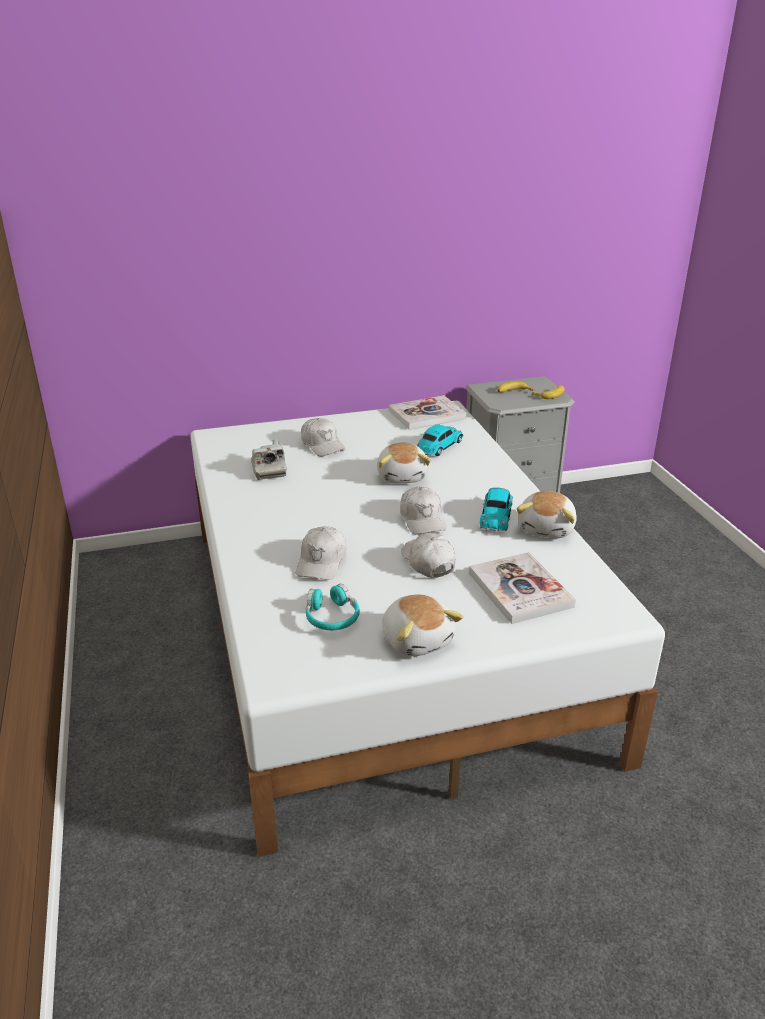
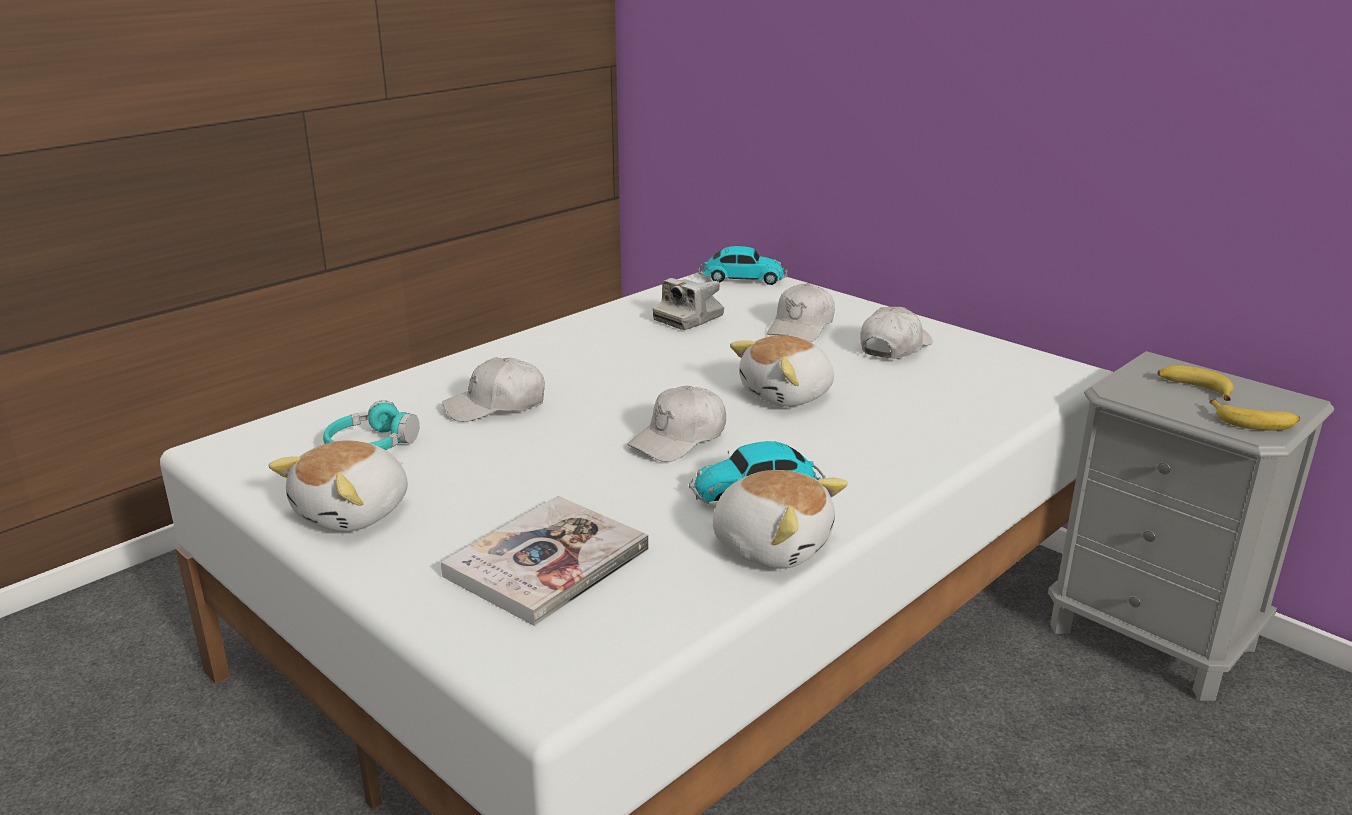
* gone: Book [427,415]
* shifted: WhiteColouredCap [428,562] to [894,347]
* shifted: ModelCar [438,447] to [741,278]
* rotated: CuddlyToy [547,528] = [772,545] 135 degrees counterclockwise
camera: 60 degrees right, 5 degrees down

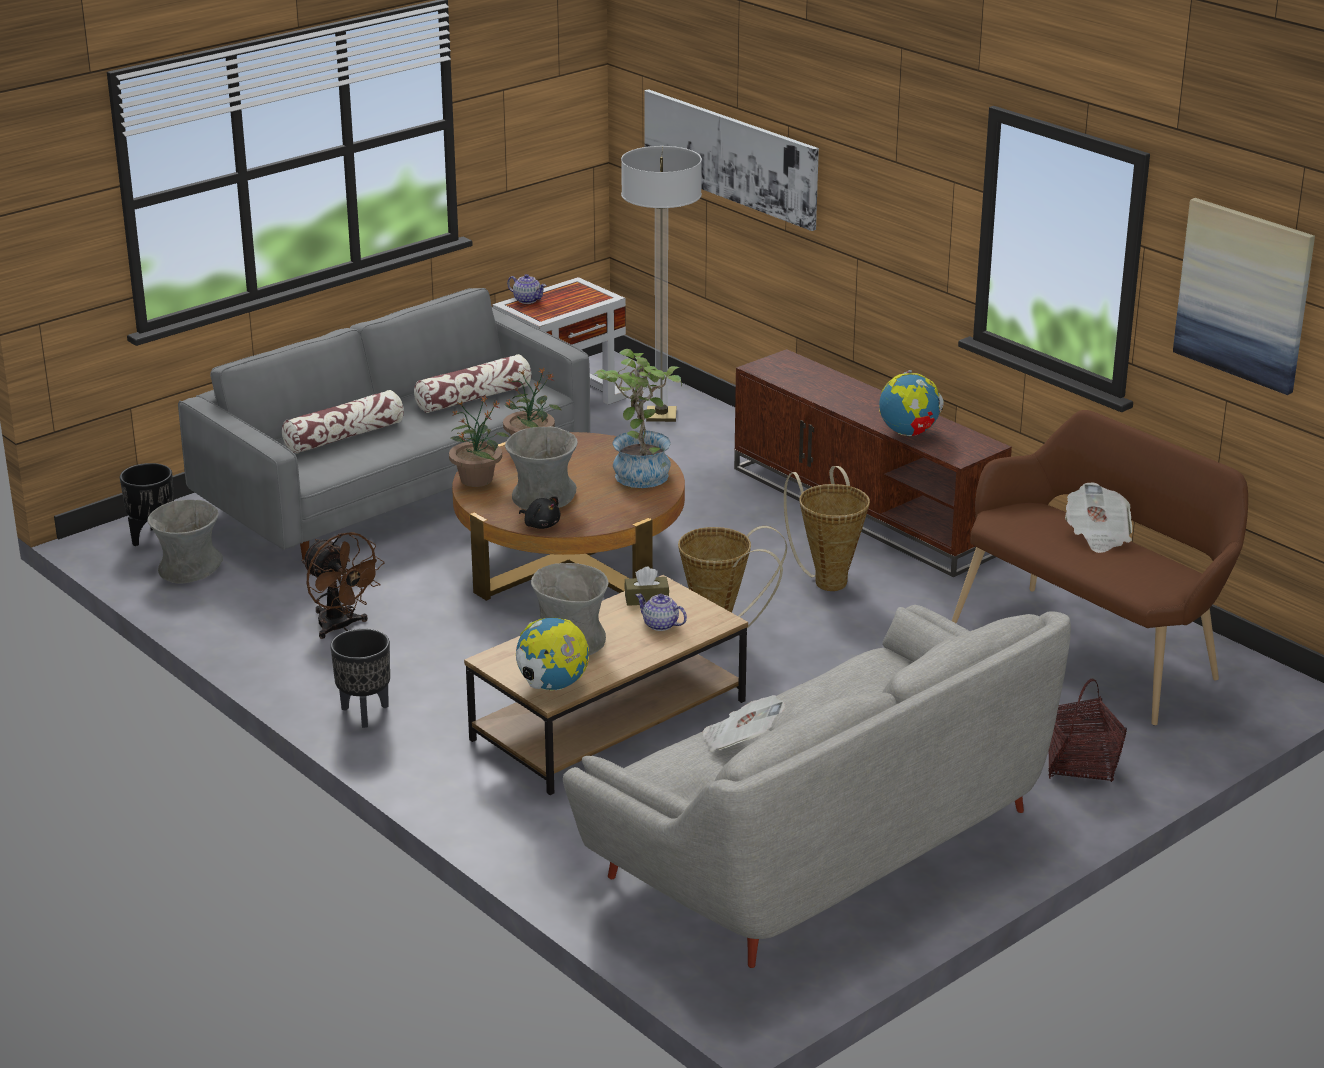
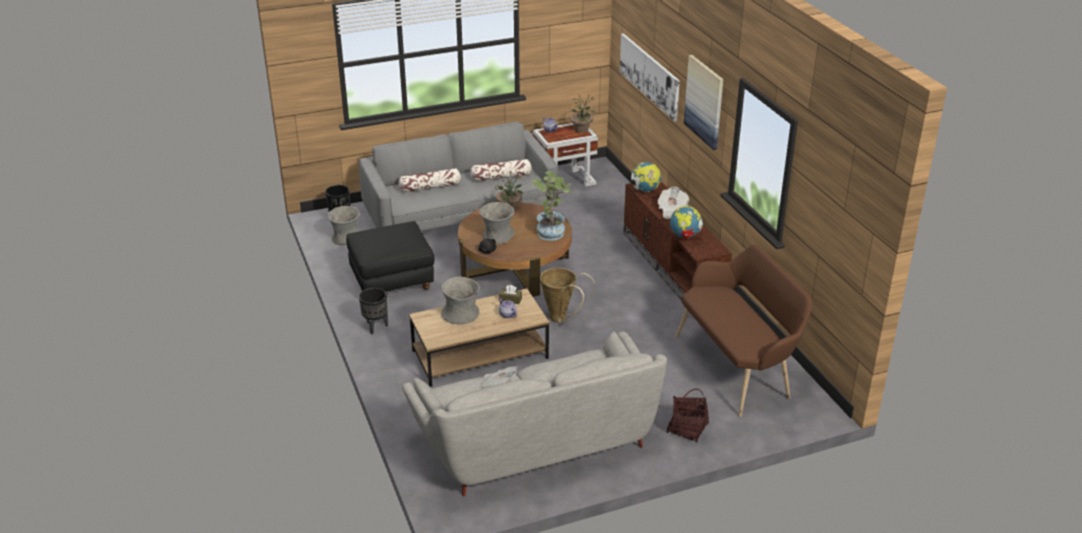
* gone: FloorLamp [661,415]
* gone: HouseholdBasket [828,580]
* shifted: PottedPlant [477,479] to [581,129]
* shifted: WorldGlobe [552,686] to [645,190]
* shifted: DailyPaper [1097,535] to [672,211]
* shifted: WallPicture [1244,294] to [704,101]
* swapped: BrownColouredElectricFan [341,627] to BlackishPouffe [392,281]
camera: 20 degrees right, 5 degrees up

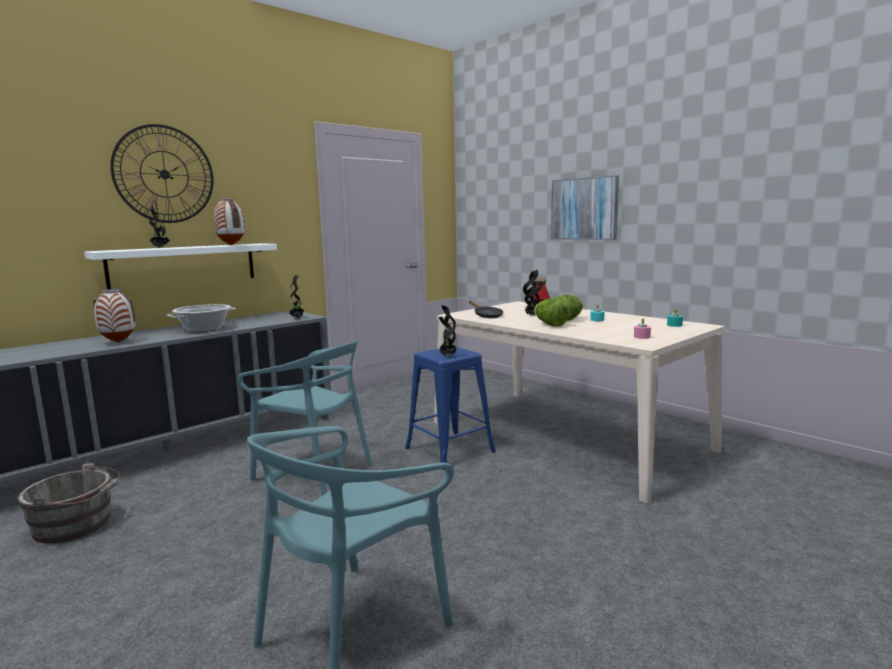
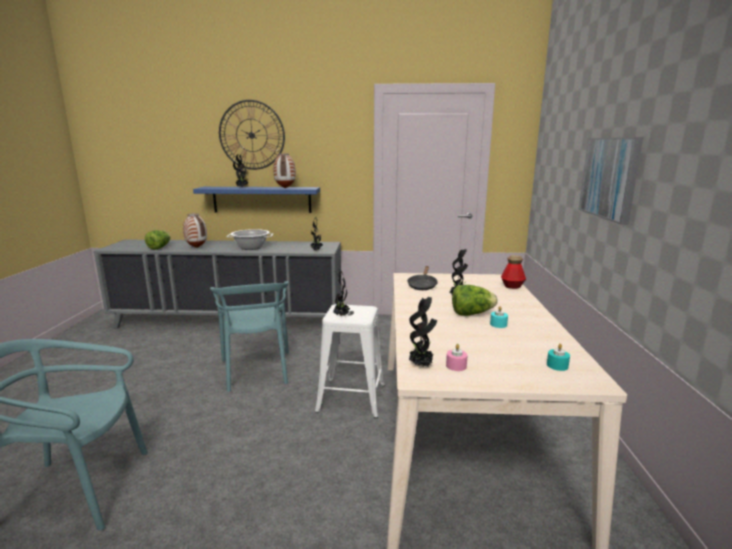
* gone: GreyishWaterBucket [77,524]
* new: PottedPlant [421,366]
* shifted: LettuceHead [550,325] to [159,247]
* repainted: WhiteColouredShelf [184,265] to BluishShelf [262,199]
* repainted: BluishSittingStool [449,449] to WhiteColouredSittingStool [351,397]
camera: 45 degrees right, 5 degrees up

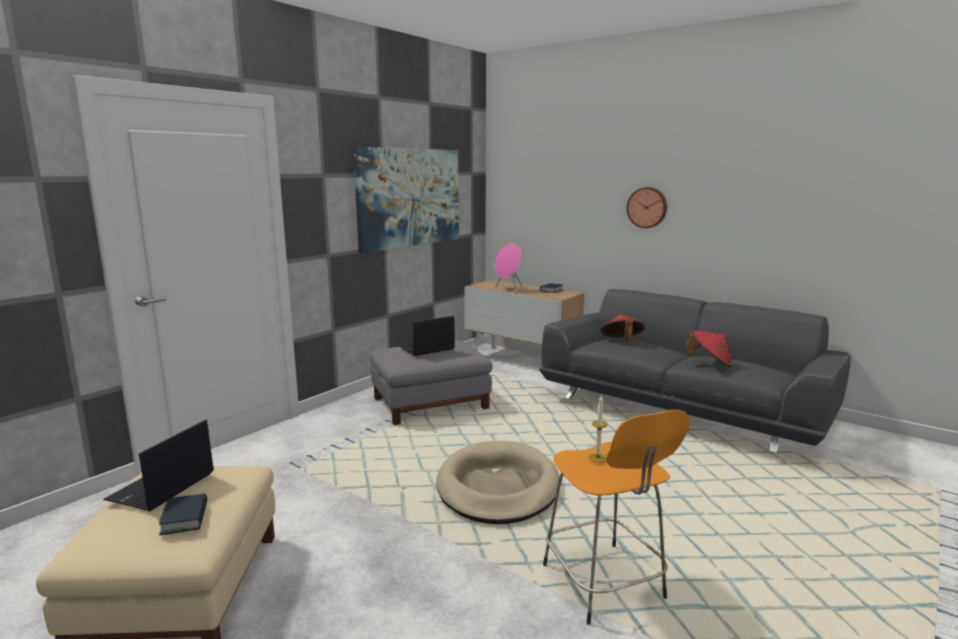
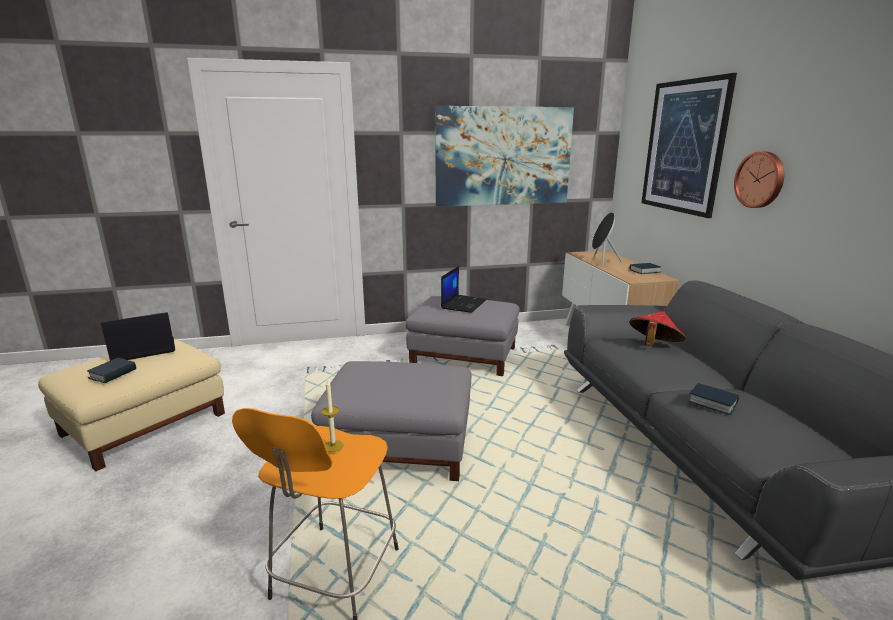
* new: WallPicture [684,147]
* swapped: BeigeColouredDogBed [497,487] to GreyishPouffe [398,446]
* swapped: ReddishWearableHat [710,363] to Book [712,402]
* repainted: PinkLoudspeaker [509,289] to BlackishLoudspeaker [601,262]
* rotated: NotebookComputer [427,348] = [463,304] 105 degrees clockwise
camera: 40 degrees right, 5 degrees up

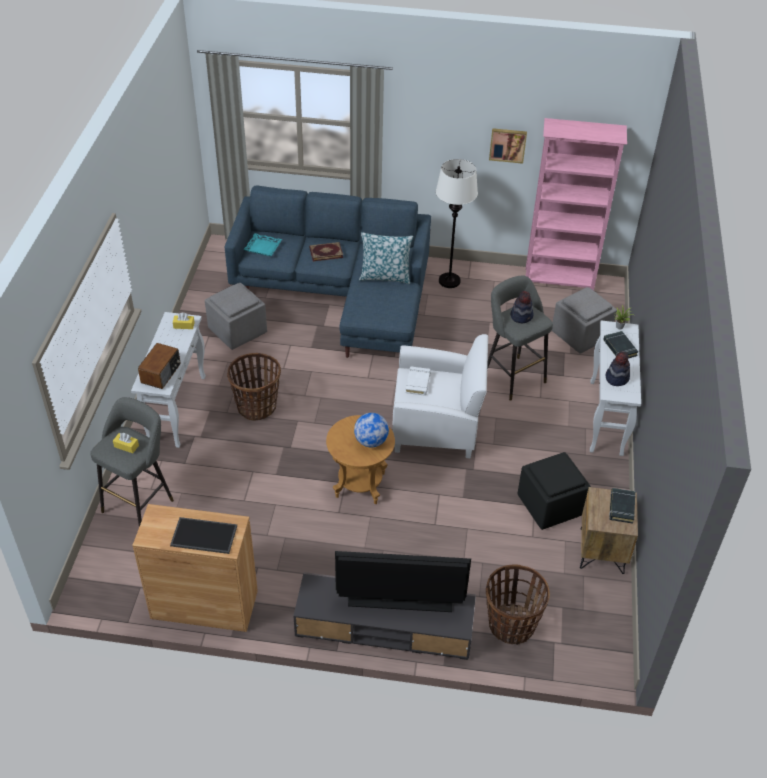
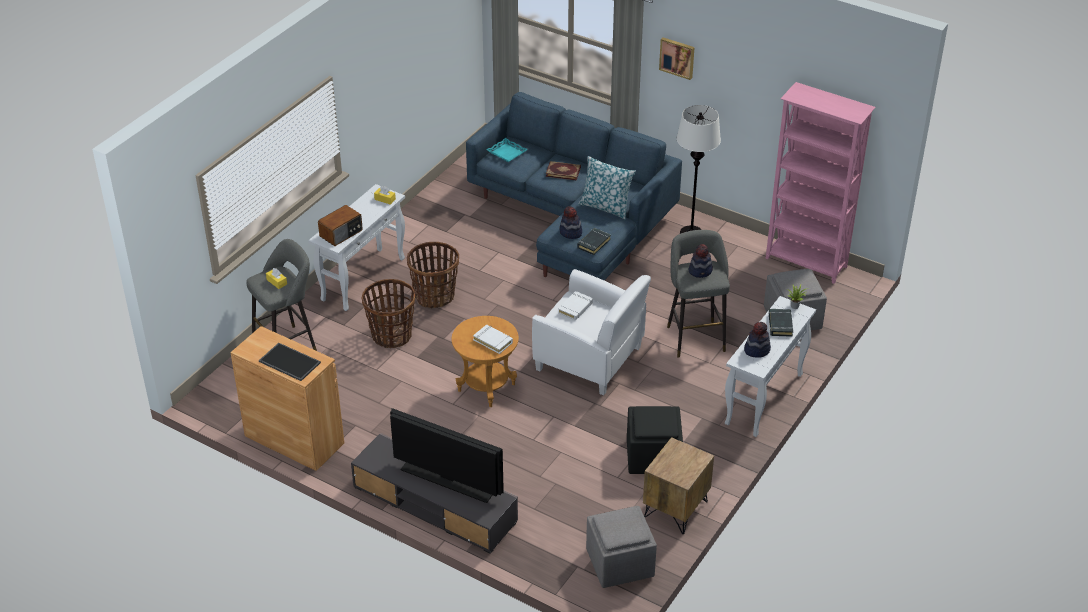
* new: WearableHat [570,232]
* shifted: GreyishPouffe [237,331] to [619,563]
* shifted: HouseholdBasket [511,625] to [391,335]
* shifted: WallPicture [507,144] to [677,57]
* shifted: BlackishBook [621,507] to [593,243]
* swapped: WorldGlobe [371,441] to WhiteColouredBook [493,341]
camera: 25 degrees right, 5 degrees down

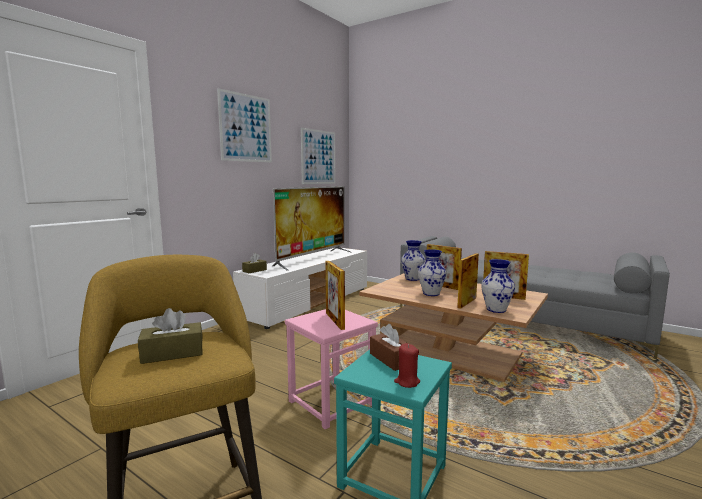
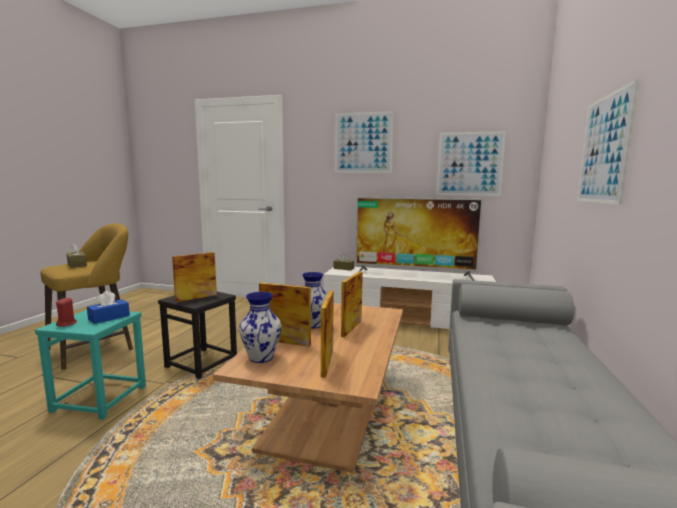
* gone: FlowerVase [412,279]
* new: WallPicture [604,149]
* repainted: PinkSittingStool [331,402] to BlackishSittingStool [202,363]
* repainted: BrownColouredTissueBox [391,359] to BluishTissueBox [109,317]
camera: 70 degrees right, 0 degrees up

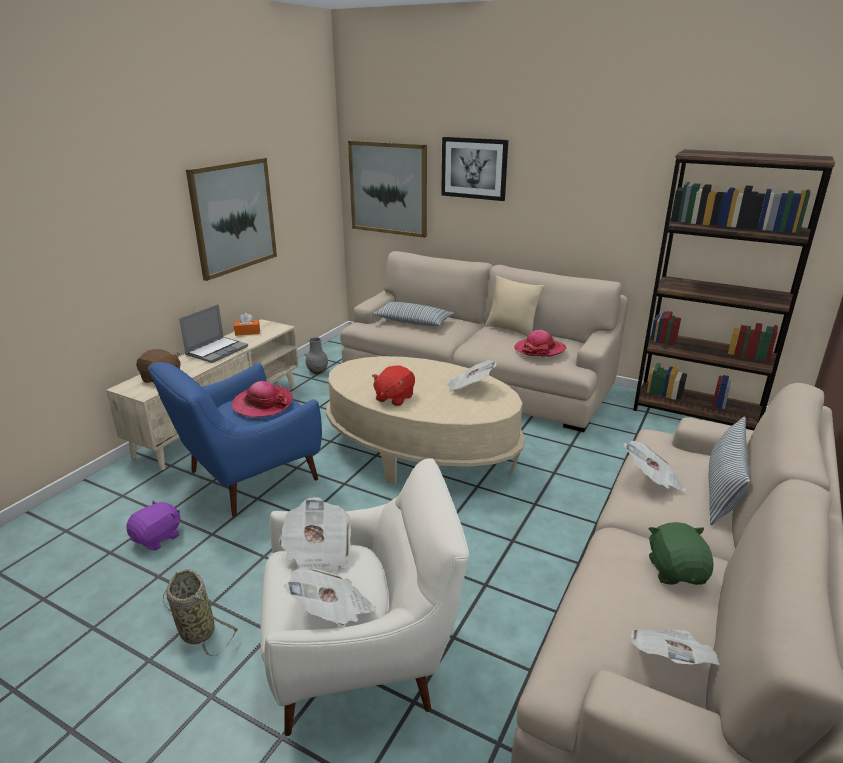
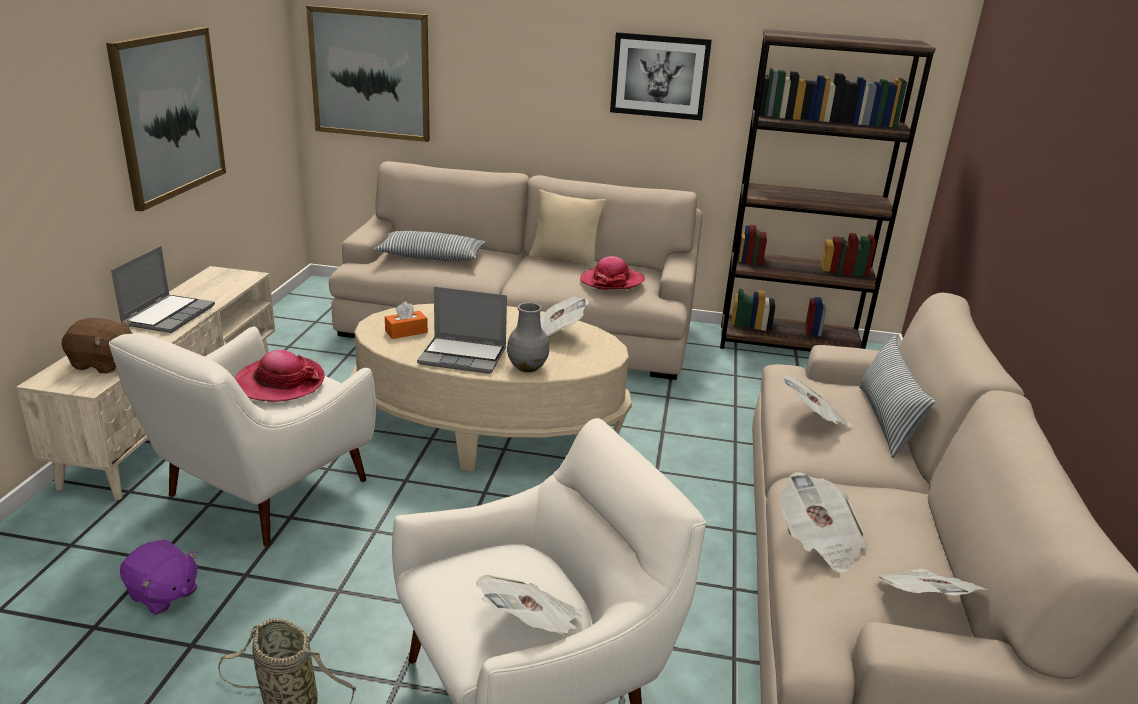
* gone: GreenishCuddlyToy [676,571]
* shifted: OrangeyTissueBox [247,332] to [406,332]
* shifted: DailyPaper [317,555] to [819,542]
* shifted: GreyishFlowerVase [317,371] to [526,367]
* shifted: WallPicture [474,168] to [659,76]
* swapped: ReddishCuddlyToy [394,398] to NotebookComputer [464,356]
* repainted: BluishEasyChair [247,478] to WhiteColouredEasyChair [261,493]
* rotated: PurpleCuddlyToy [158,538] = [163,594] 105 degrees clockwise
camera: 20 degrees left, 0 degrees up

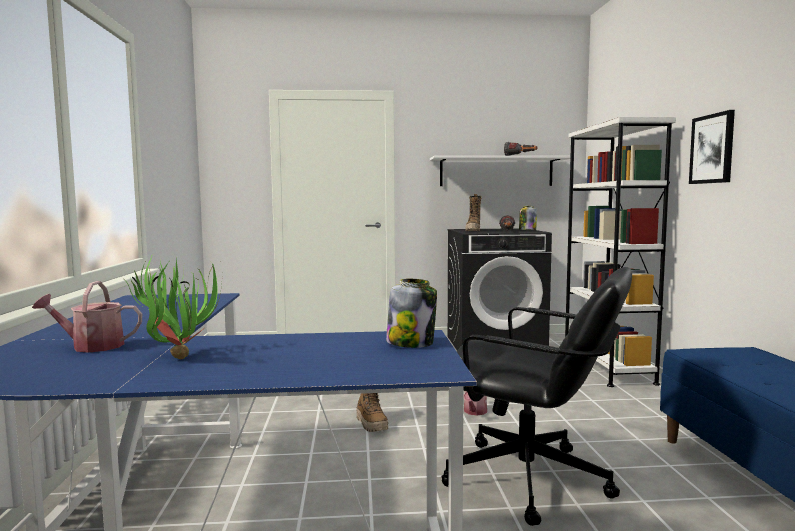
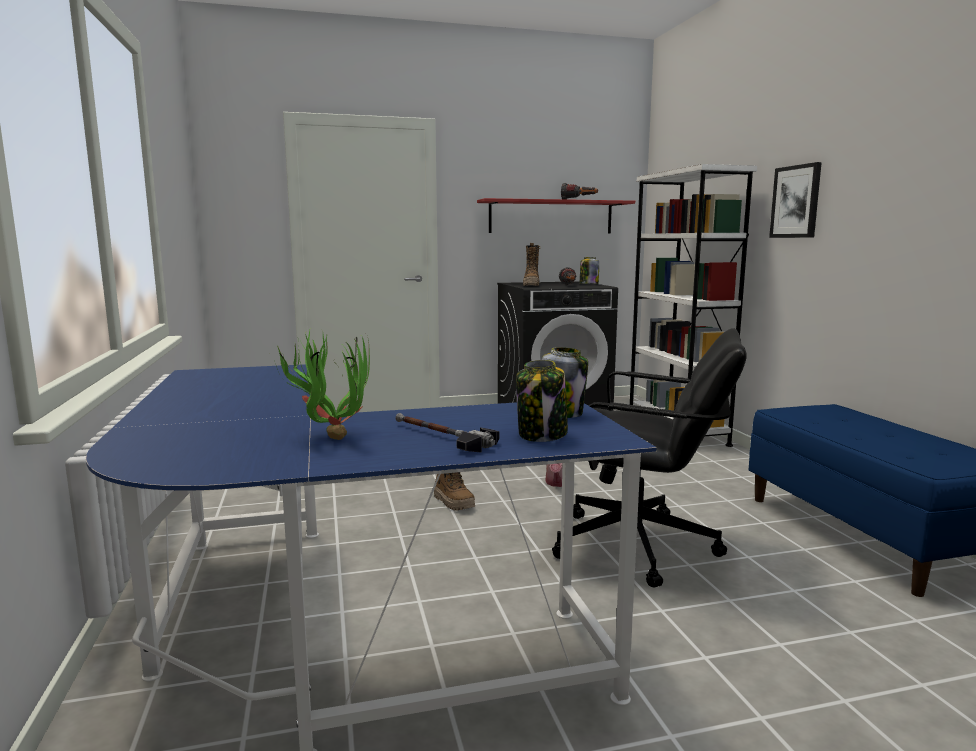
* gone: SprinklingCan [91,346]
* new: ToolHammer [441,437]
* new: Jar [542,435]
* repainted: WhiteColouredShelf [496,172] to ReddishShelf [551,217]
camera: 10 degrees left, 5 degrees up

